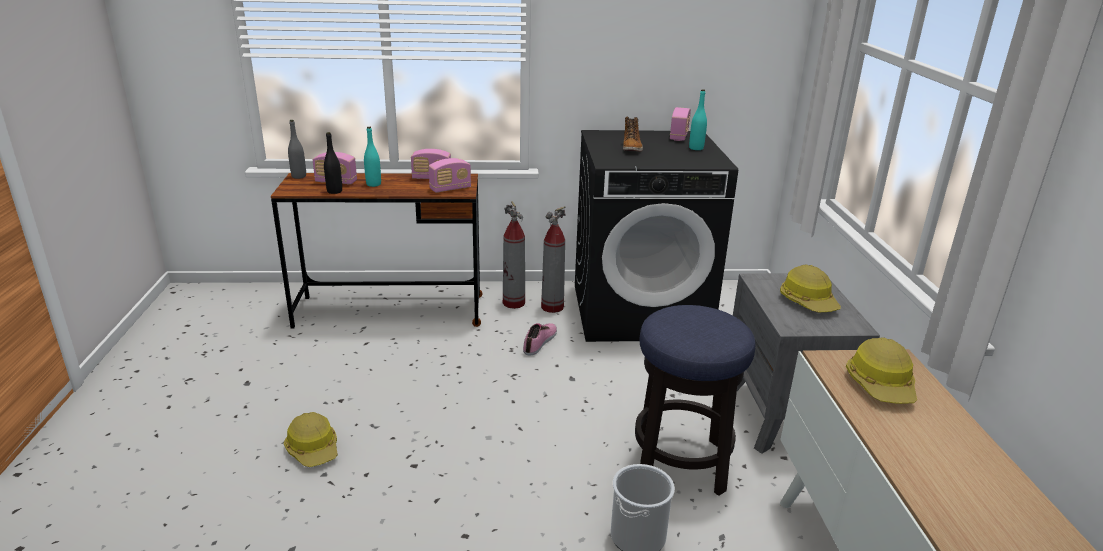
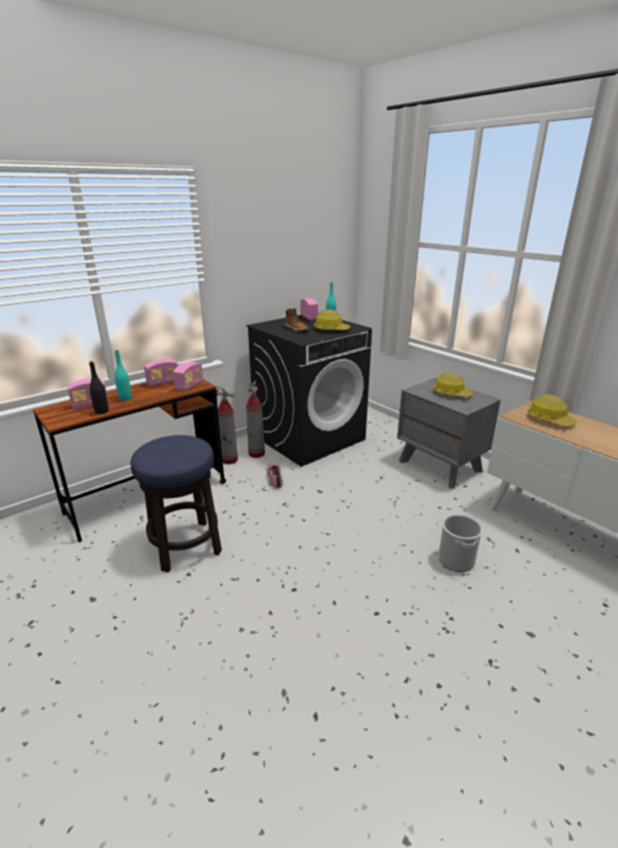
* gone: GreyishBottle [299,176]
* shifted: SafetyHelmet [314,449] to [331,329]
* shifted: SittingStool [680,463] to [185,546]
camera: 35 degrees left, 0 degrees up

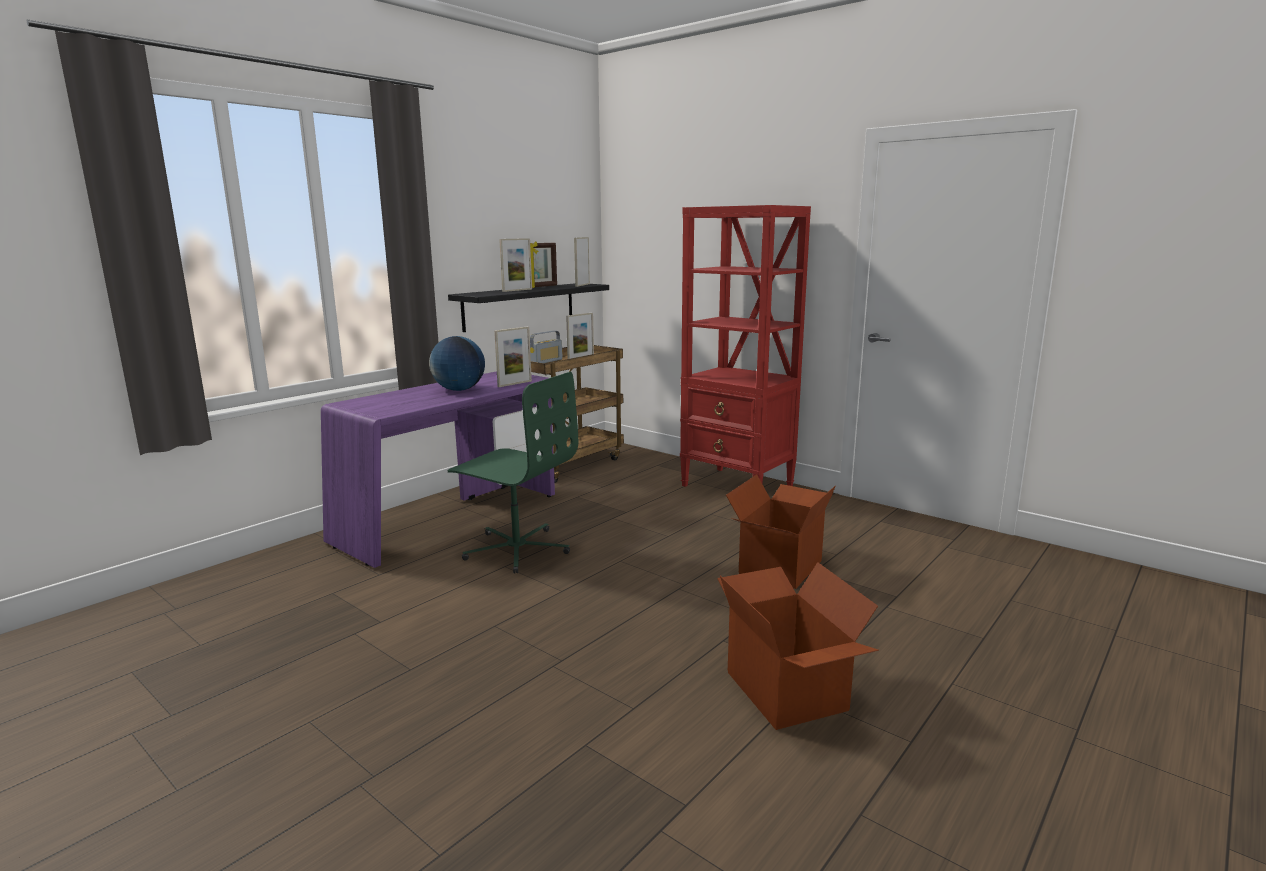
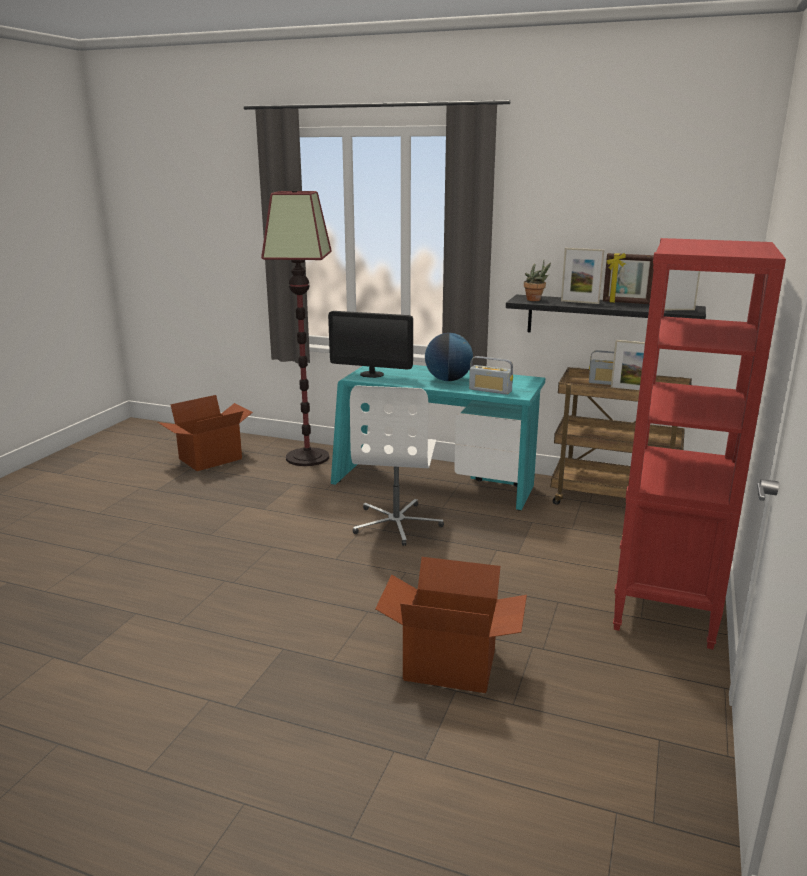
* new: FloorLamp [308,457]
* new: ComputerDisplay [372,374]
* new: PottedPlant [535,300]
* shifted: Carton [788,690] to [211,459]
* swapped: PhotoFrame [514,384] to RadioReceiver [490,390]
* repainted: PurpleDeskUnit [452,519] to TurquoiseColouredDeskUnit [434,485]
* repainted: GreenishDeskChair [517,549] to WhiteColouredDeskChair [397,523]
camera: 70 degrees right, 5 degrees up

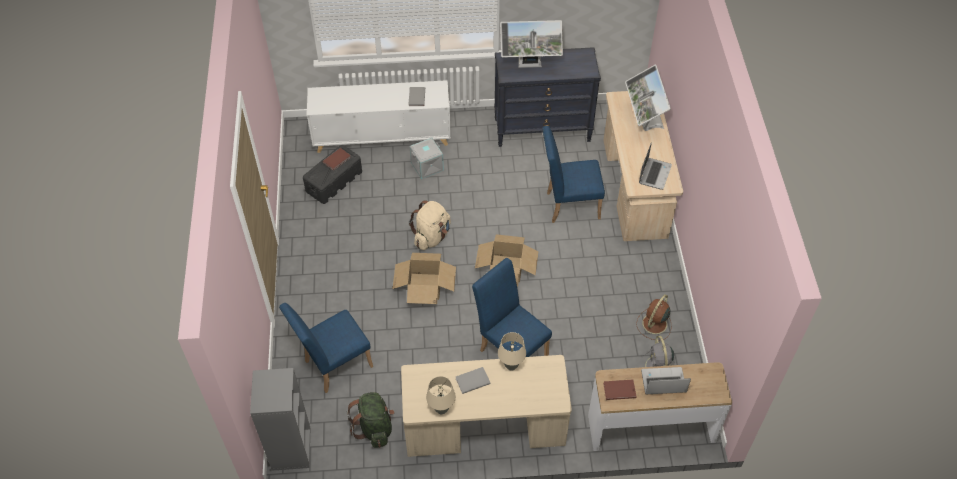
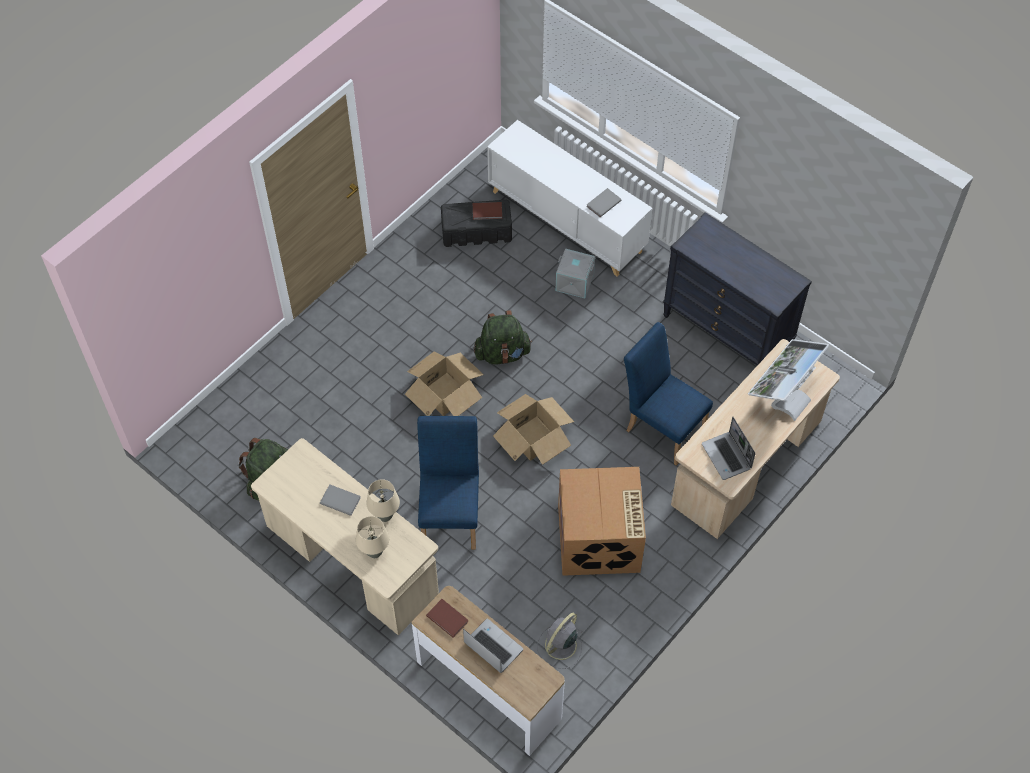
* gone: GreyishShelvingUnit [290,448]
* gone: BluishUprightChair [333,366]
* gone: ComputerDisplay [530,66]
* gone: BrownColouredElectricFan [654,324]
* new: Carton [600,540]
* shifted: BeigeColouredTableLamp [441,409] to [374,553]
* repainted: BeigeColouredRucksack [431,236] to GreenishRucksack [502,353]
* rotated: NotebookComputer [654,174] = [727,457] 90 degrees clockwise
camera: 45 degrees right, 5 degrees up

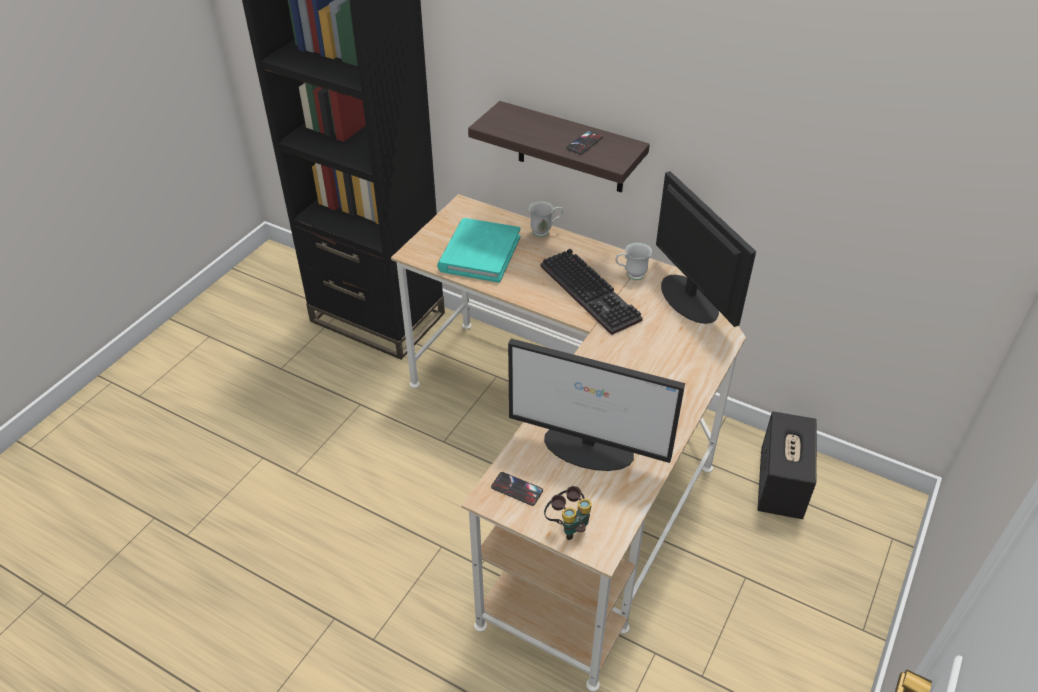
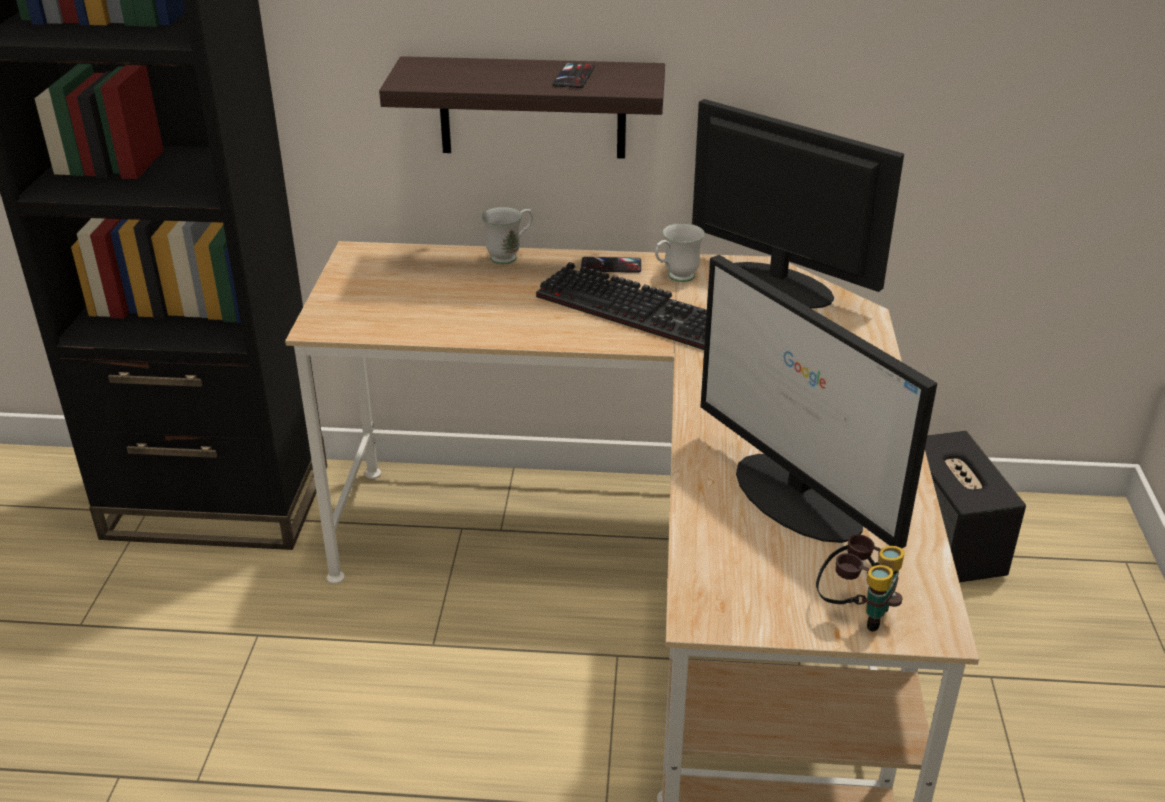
* gone: TurquoiseColouredBook [479,253]
* shifted: Phone [517,489] to [611,266]
* rotated: ComputerDisplay [590,448] = [799,498] 60 degrees clockwise
camera: 25 degrees left, 10 degrees down

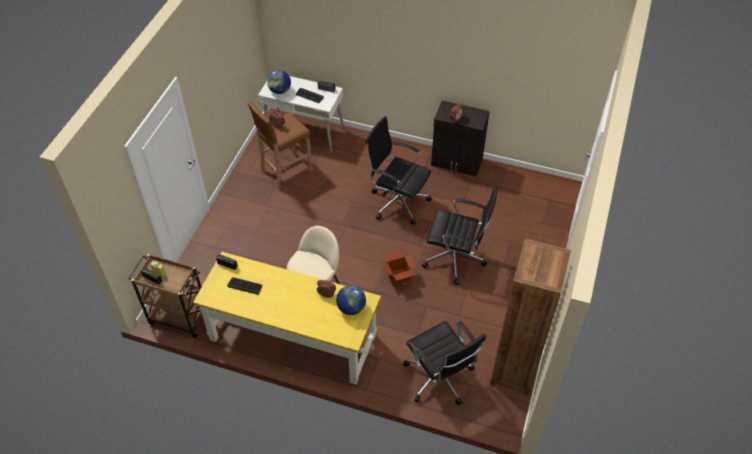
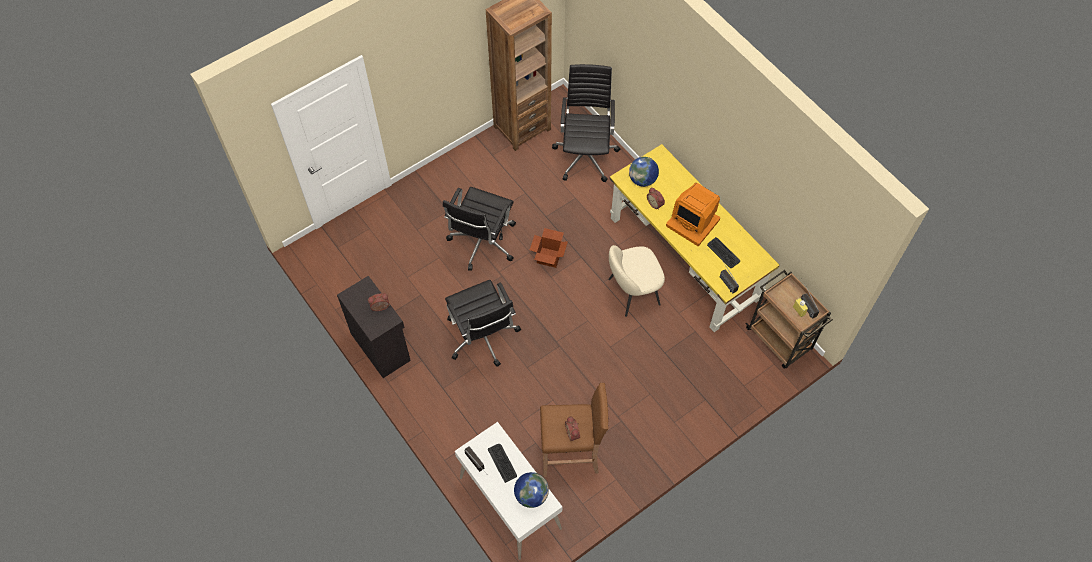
* new: ComputerDisplay [693,222]
* rotated: BlackishDeskChair [455,258] = [482,243] 120 degrees counterclockwise
camera: 145 degrees left, 10 degrees up

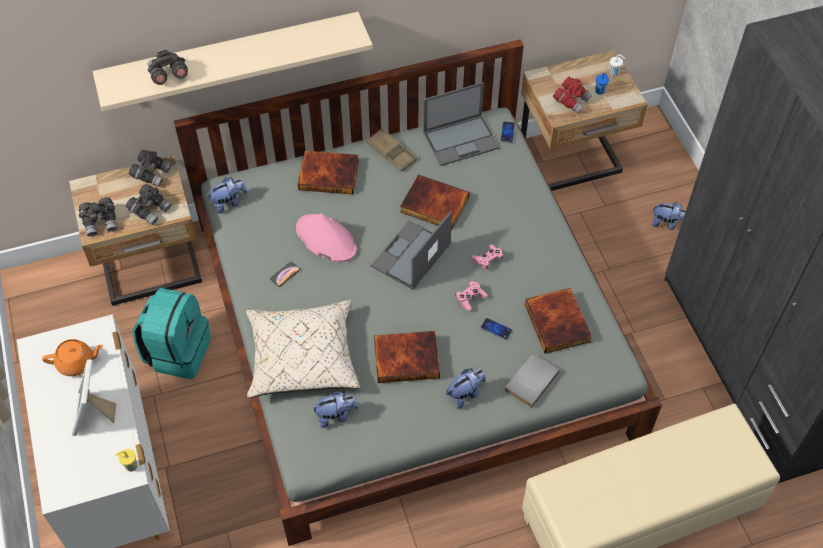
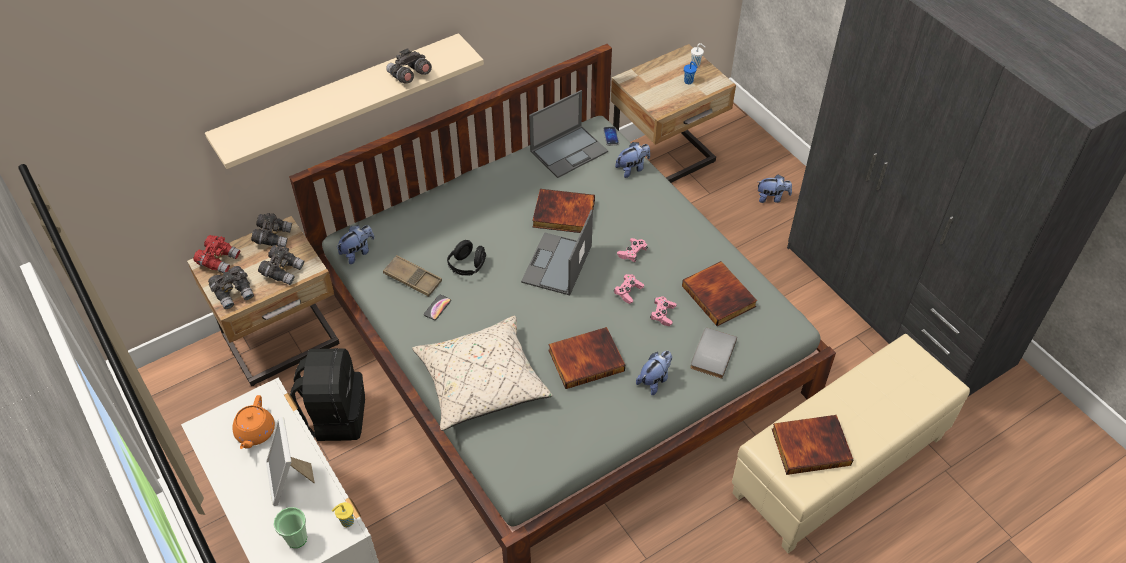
* new: SmallCup [296,538]
* shifted: GreyishPairOfBinoculars [168,76] to [409,76]
* shifted: Book [329,174] to [810,445]
* shifted: CuddlyToy [336,415] to [632,168]
* shifted: BrownColouredCarryingTray [391,153] to [413,279]
* shifted: ReddishPairOfBinoculars [571,100] to [219,260]
* swapped: PinkWearableHat [325,239] to BlackishPairOfHeadphones [467,266]
* swapped: Phone [496,329] to PinkGameController [662,314]
* repainted: TurquoiseColouredRucksack [178,351] to BlackishRucksack [334,416]
* rotated: OrangeyTeaPot [77,363] = [255,433] 120 degrees clockwise
camera: 15 degrees left, 5 degrees down

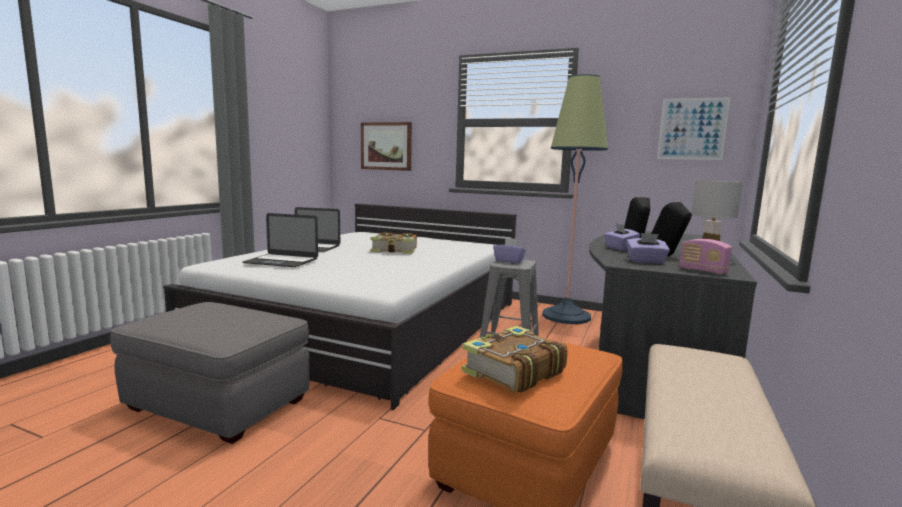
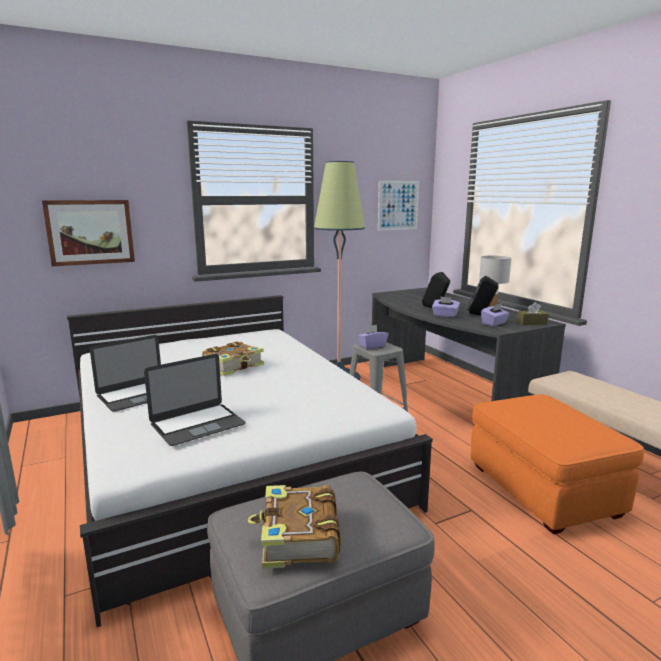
* shifted: Book [512,372] to [298,538]
* swapped: RadioReceiver [703,271] to BrownColouredTissueBox [532,323]
camera: 50 degrees left, 5 degrees up

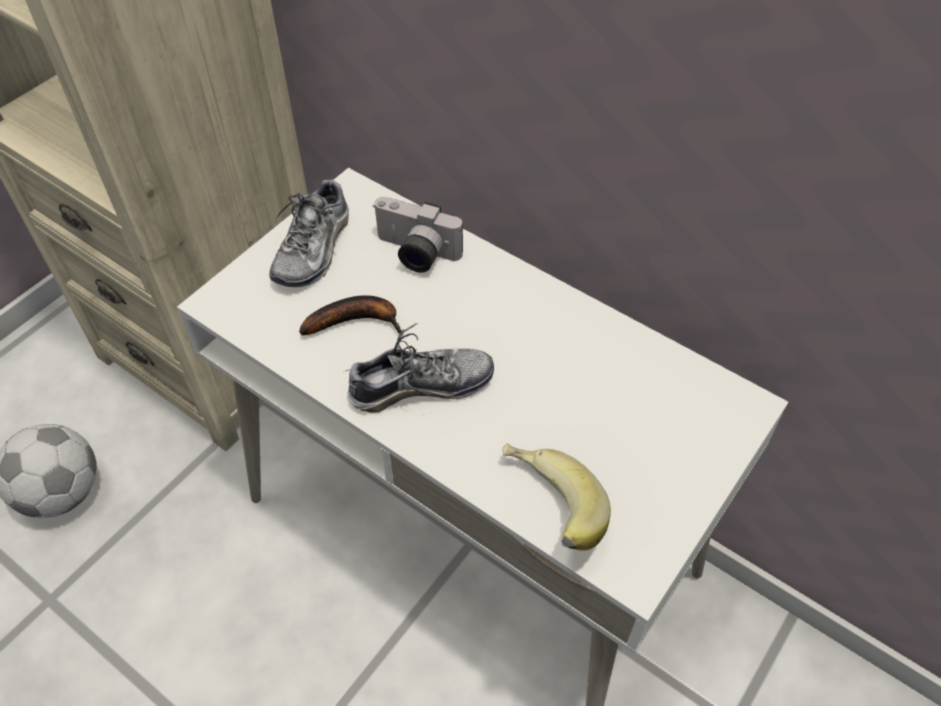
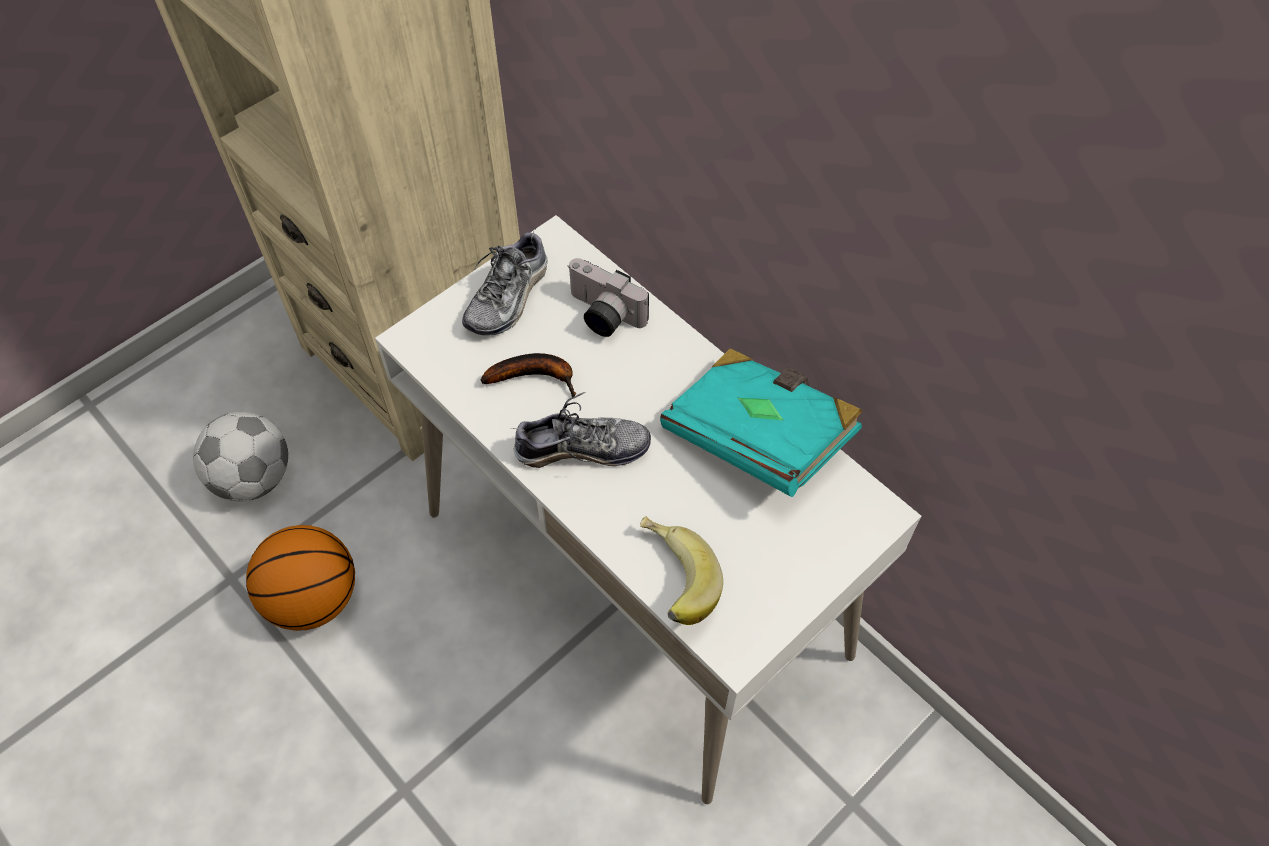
* new: BasketballBall [313,598]
* new: TurquoiseColouredBook [758,437]
camera: 10 degrees right, 5 degrees up

